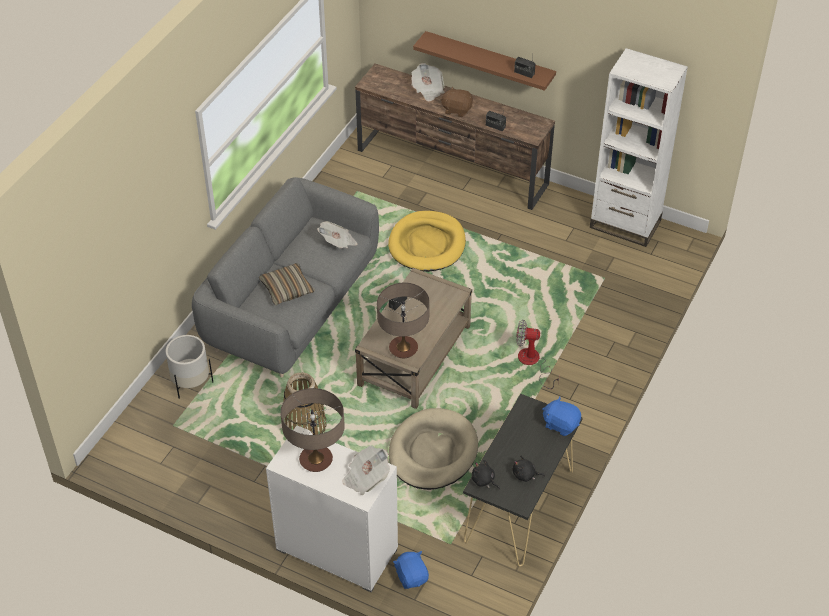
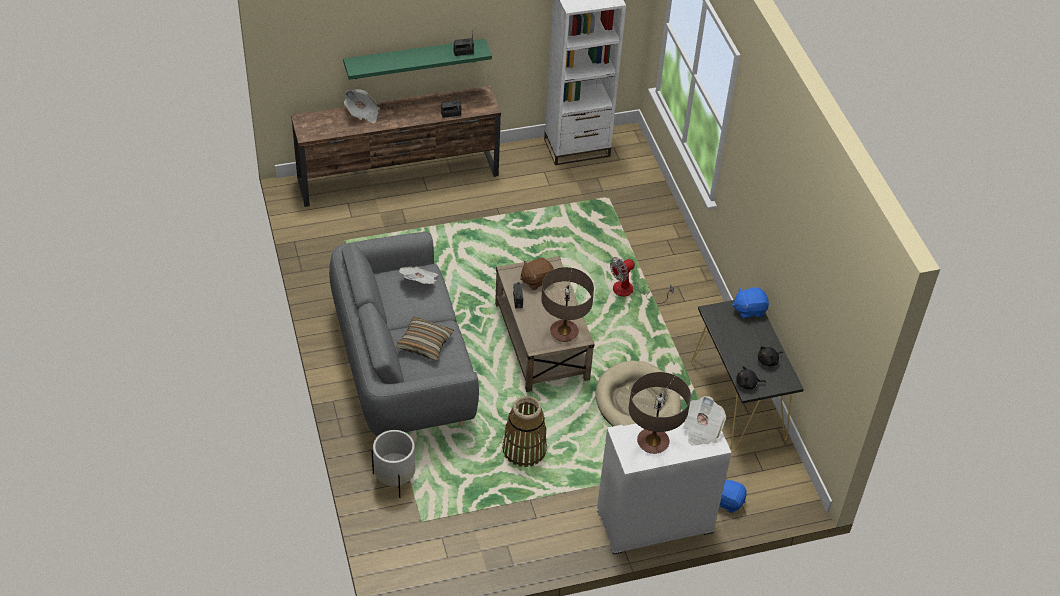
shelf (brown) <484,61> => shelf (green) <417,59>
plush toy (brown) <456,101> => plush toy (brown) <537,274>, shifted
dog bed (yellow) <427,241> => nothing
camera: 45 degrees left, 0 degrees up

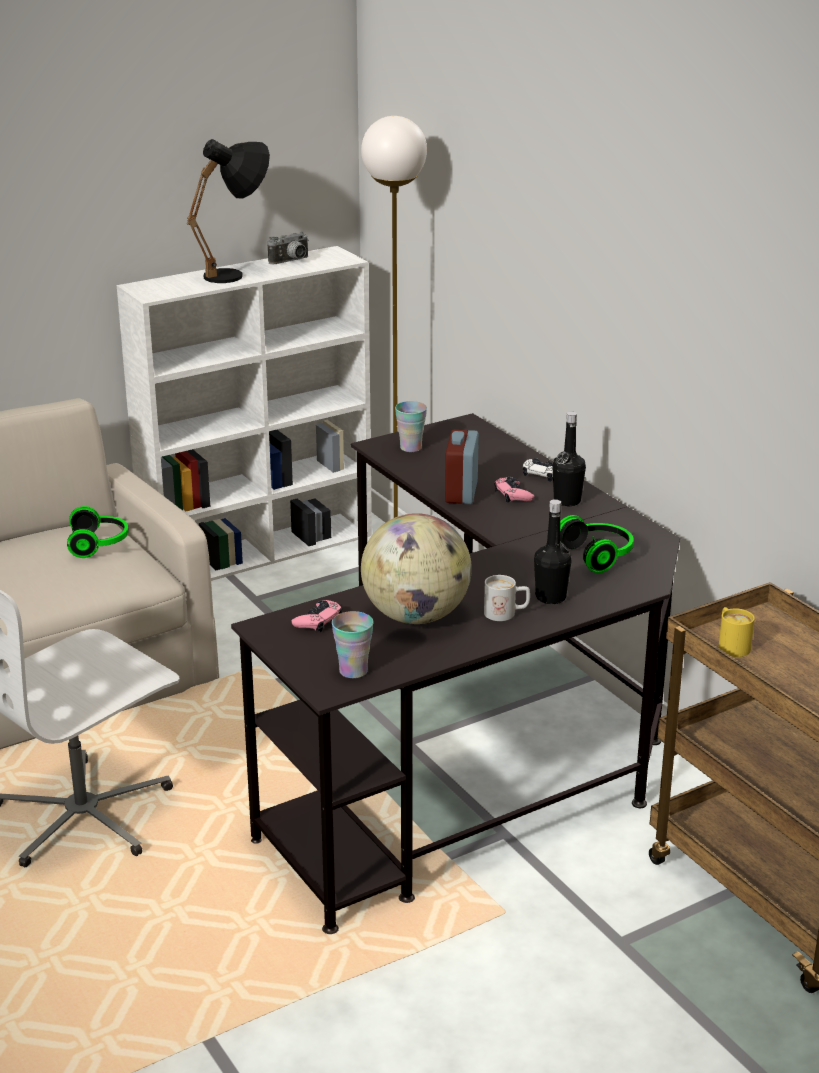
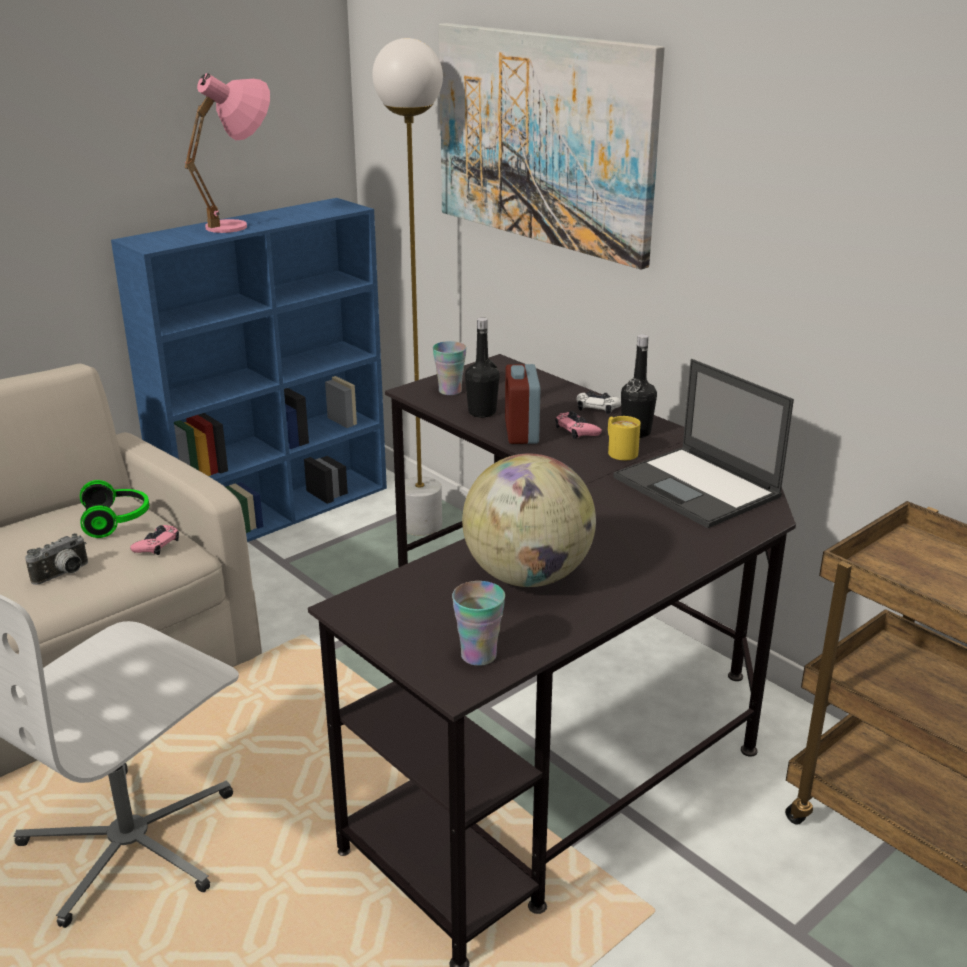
table lamp (black) <228,211> => table lamp (pink) <227,153>
photo camera <288,248> => photo camera <56,559>, shifted
bookcase (white) <244,413> => bookcase (blue) <249,370>
bottle (black) <553,551> => bottle (black) <482,367>, shifted
headphones <597,544> => laptop <704,443>
mug (white) <507,598> => nothing
game controller (pink) <317,616> => game controller (pink) <154,540>, shifted
mug (yellow) <737,632> => mug (yellow) <624,438>, shifted
nothing => picture <552,146>
camera: 10 degrees left, 0 degrees up

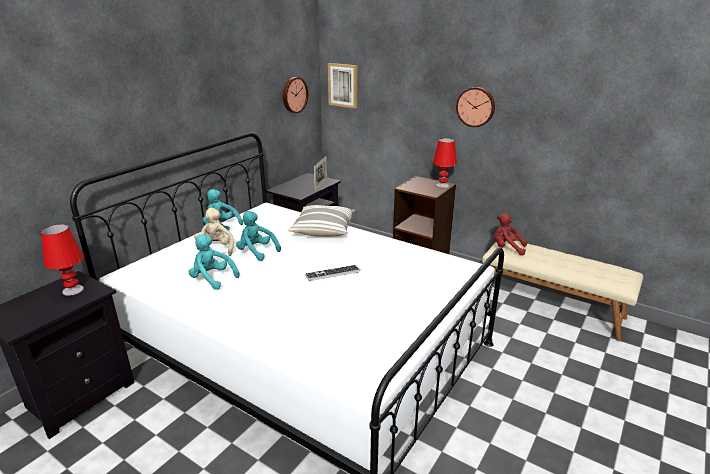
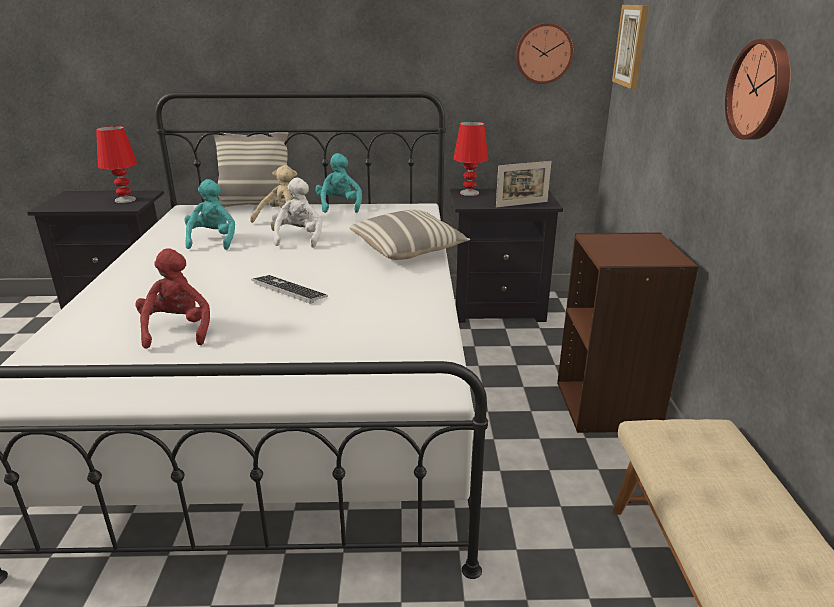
table lamp (red) <445,163> => table lamp (red) <470,158>, shifted
plush toy (turquoise) <258,236> => plush toy (white) <297,212>
plush toy (red) <510,234> => plush toy (red) <172,298>, shifted
nothing => pillow <251,170>
camera: 55 degrees right, 0 degrees up

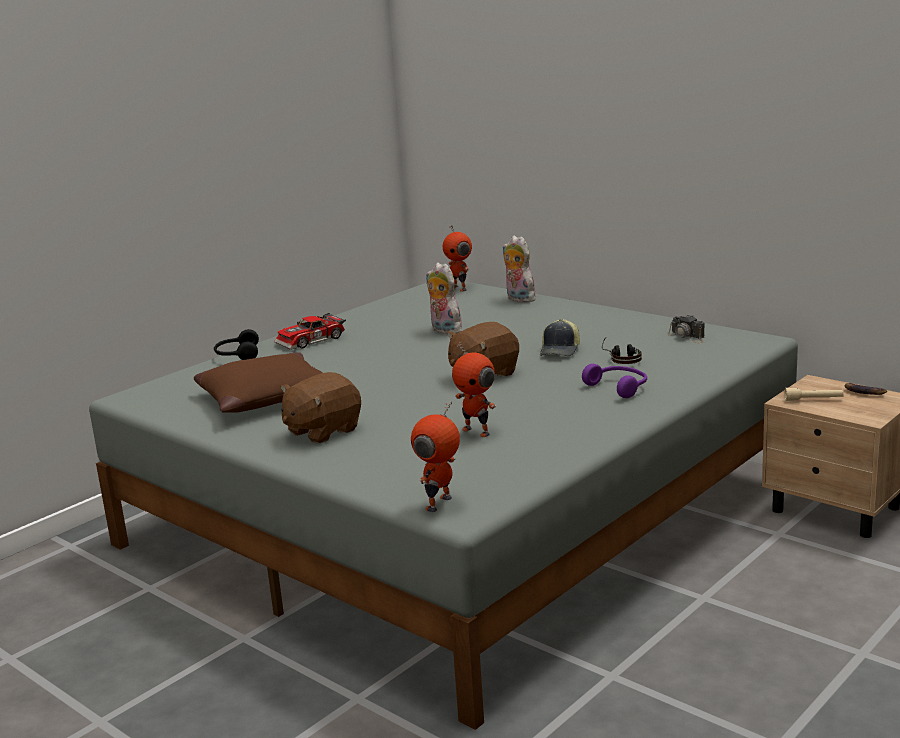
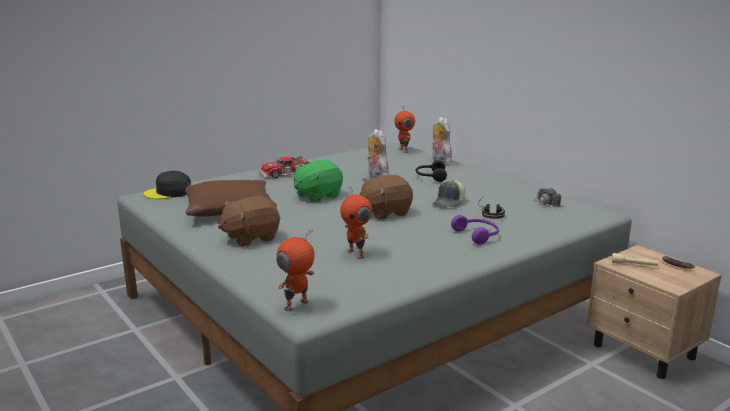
headphones (black) <236,344> => headphones (black) <431,171>, shifted
nothing => plush toy (green) <318,181>
nothing => cap (black) <167,185>
camera: 10 degrees right, 0 degrees up

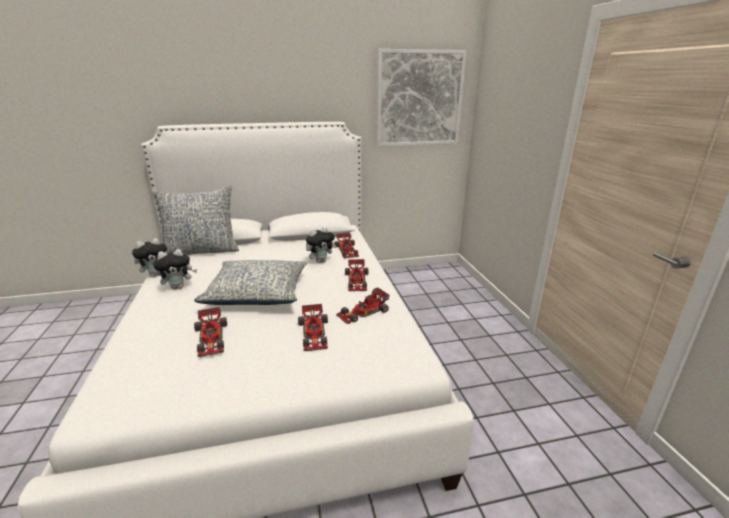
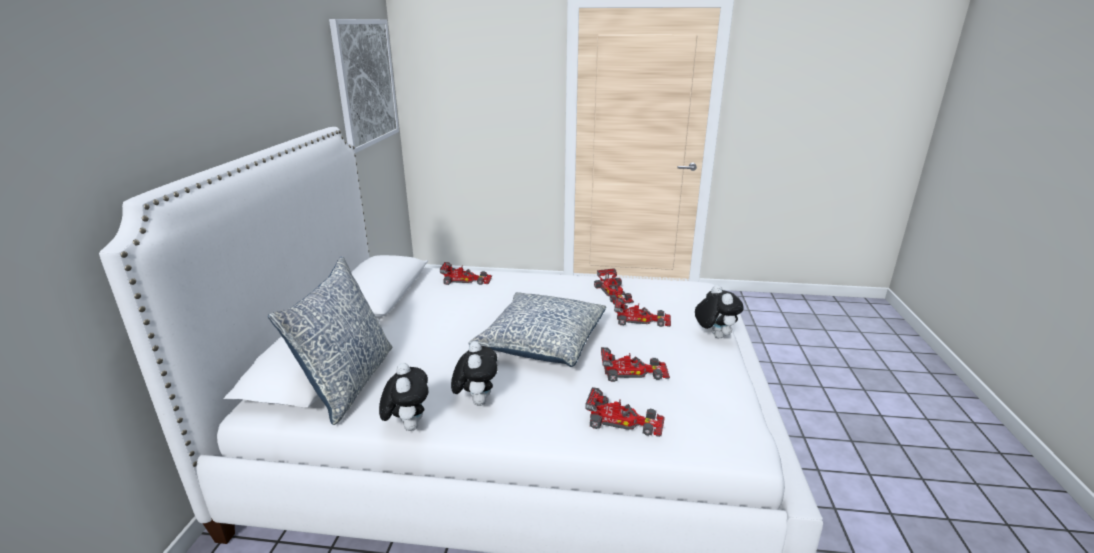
plush toy <321,245> => plush toy <719,311>, shifted
toy car <356,275> => toy car <625,412>, shifted
camera: 70 degrees left, 0 degrees up

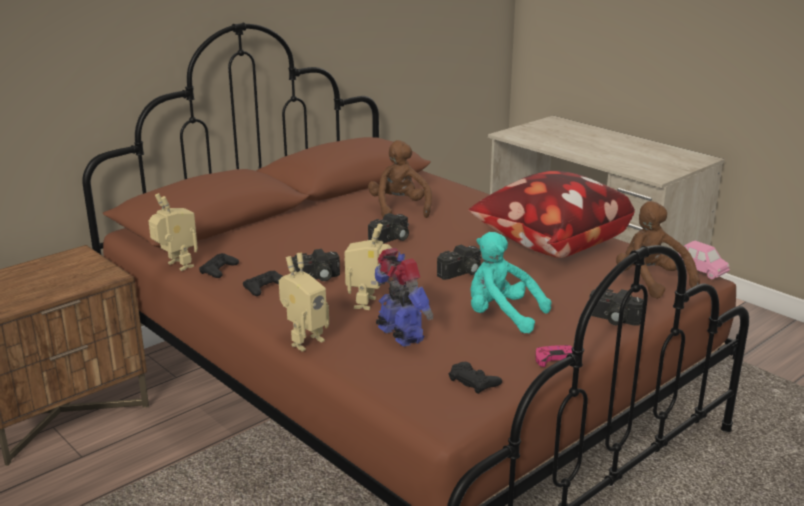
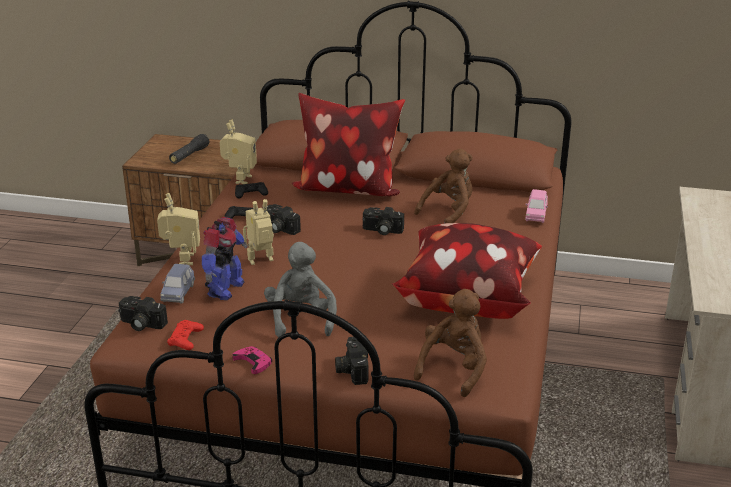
plush toy (turquoise) <511,282> => plush toy (grey) <300,289>
toy car (pink) <704,259> => toy car (pink) <536,206>, shifted
photo camera <459,262> => photo camera <143,313>, shifted
toy robot <304,302> => toy robot <178,229>, 105 degrees counterclockwise
game controller (black) <475,378> => game controller (red) <185,335>
nothing => pillow <348,144>
nothing => flashlight (black) <189,149>
nothing => toy car (blue) <177,283>
camera: 55 degrees right, 5 degrees up

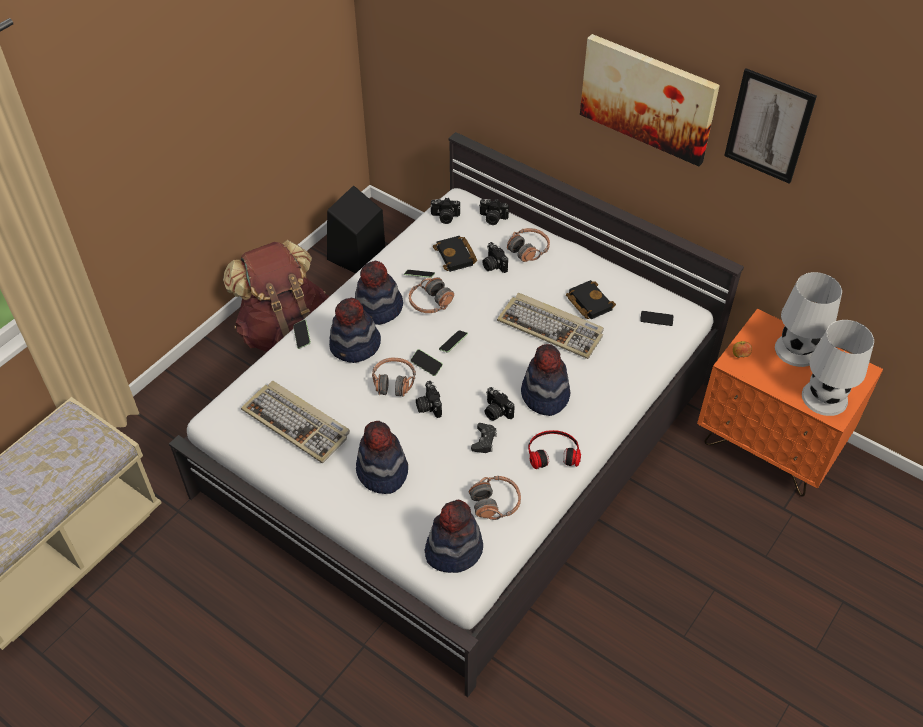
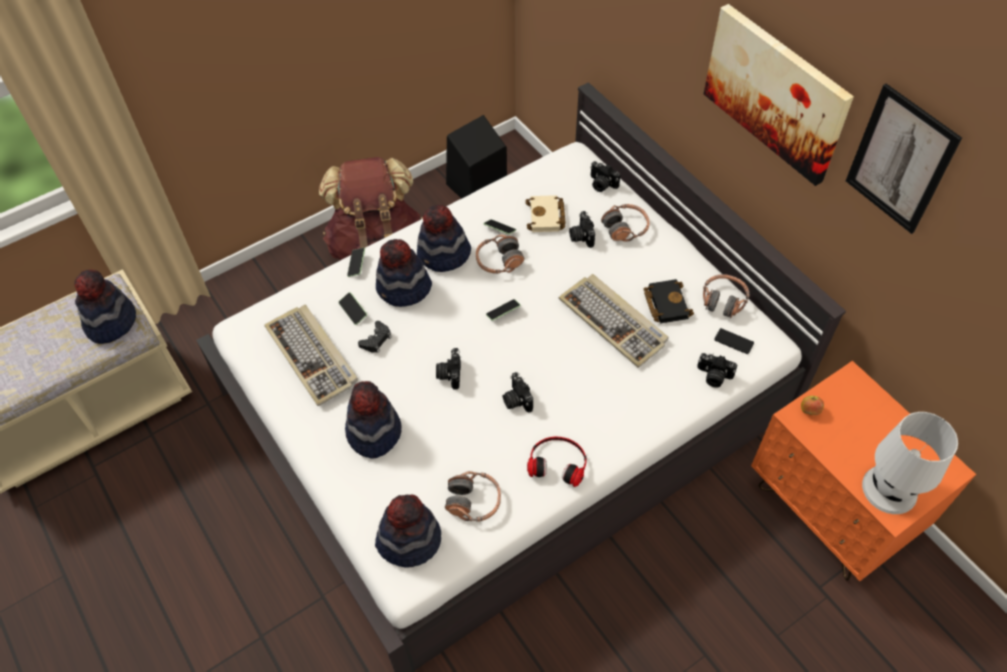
photo camera <445,211> => photo camera <717,370>, shifted
book (black) <455,254> => book (beige) <545,213>
table lamp (white) <808,319> => nothing
hat <545,380> => hat <105,306>, shifted
phone <426,362> => phone <353,308>, shifted
headphones <394,377> => headphones <726,296>, shifted
game controller (black) <484,438> => game controller (black) <375,337>, shifted
camera: 20 degrees right, 5 degrees up

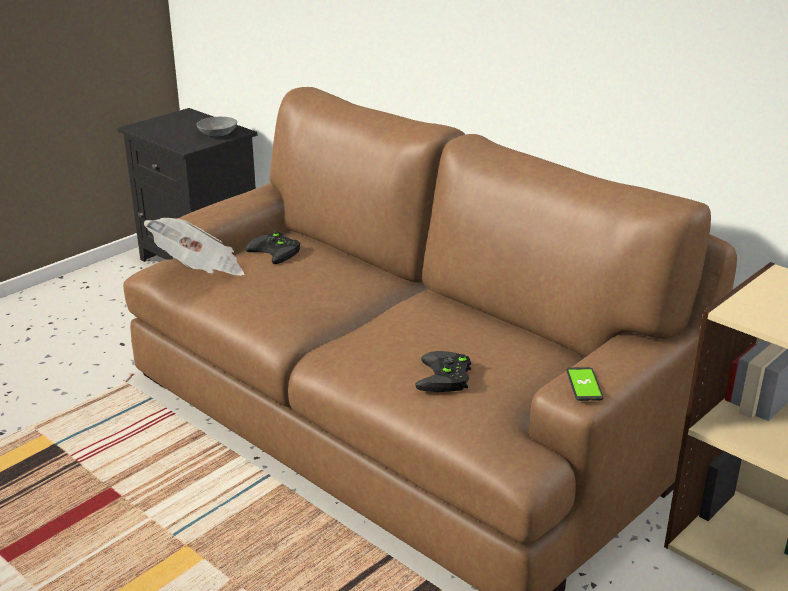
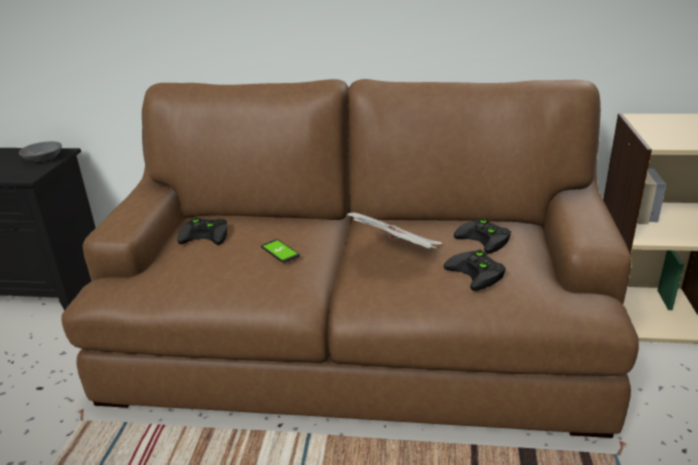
newspaper <194,247> => newspaper <394,230>, shifted
phone <585,384> => phone <280,251>, shifted
nothing => game controller (black) <482,236>
camera: 35 degrees left, 0 degrees up

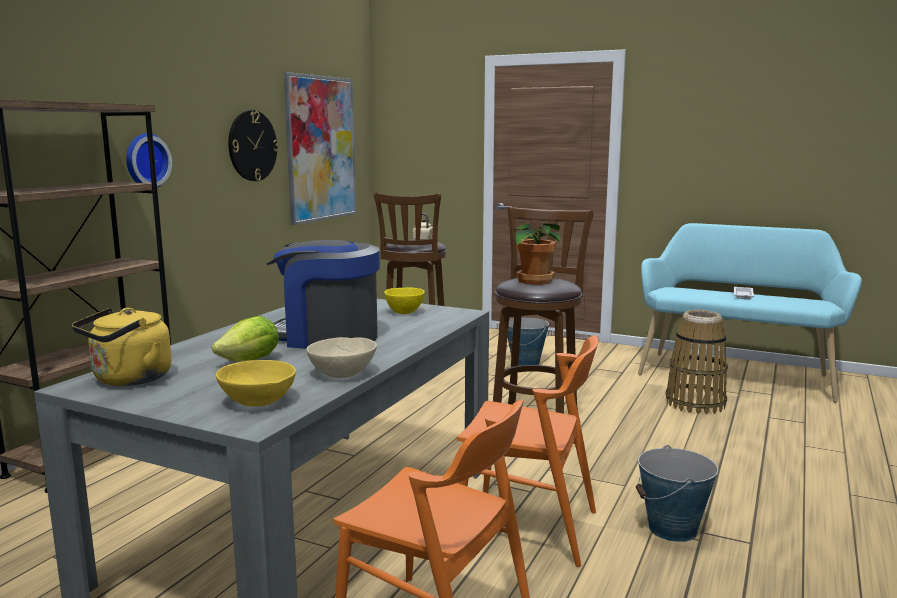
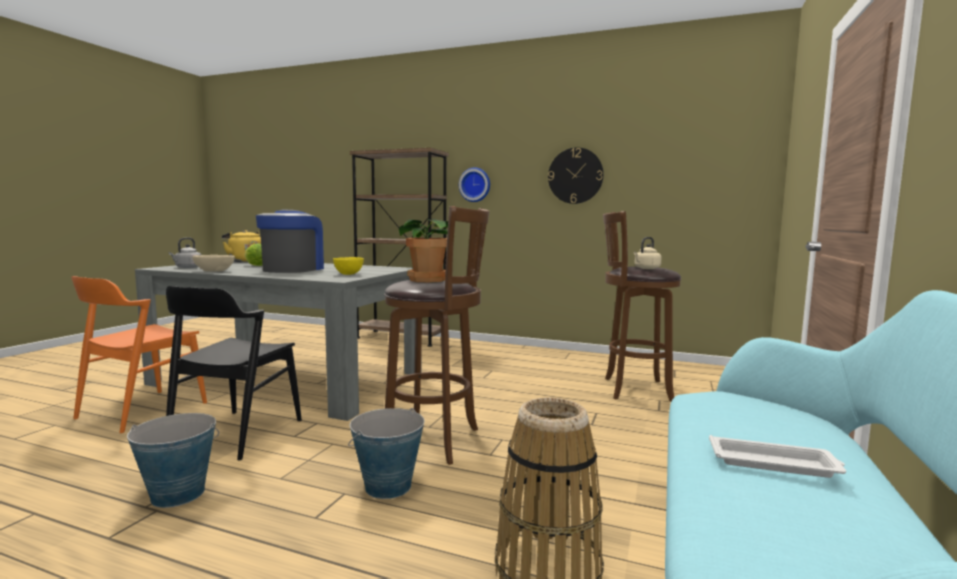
picture <320,148> => nothing
bucket <528,342> => bucket <386,453>, shifted
chair (orange) <528,451> => chair (black) <234,373>
bowl (yellow) <256,383> => kettle (grey) <185,252>
camera: 85 degrees right, 5 degrees down

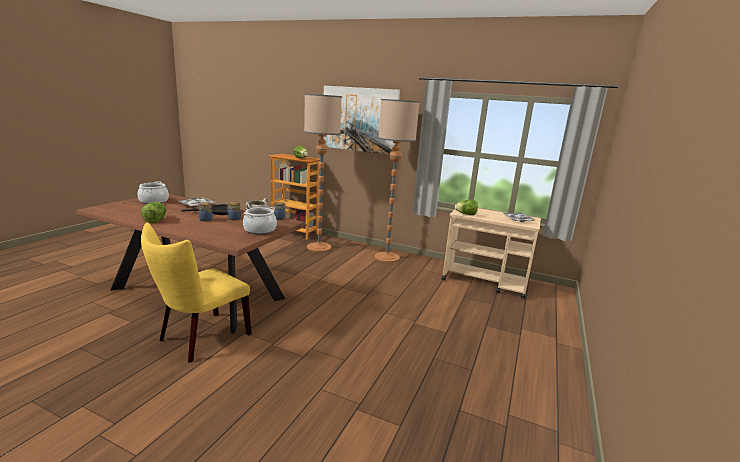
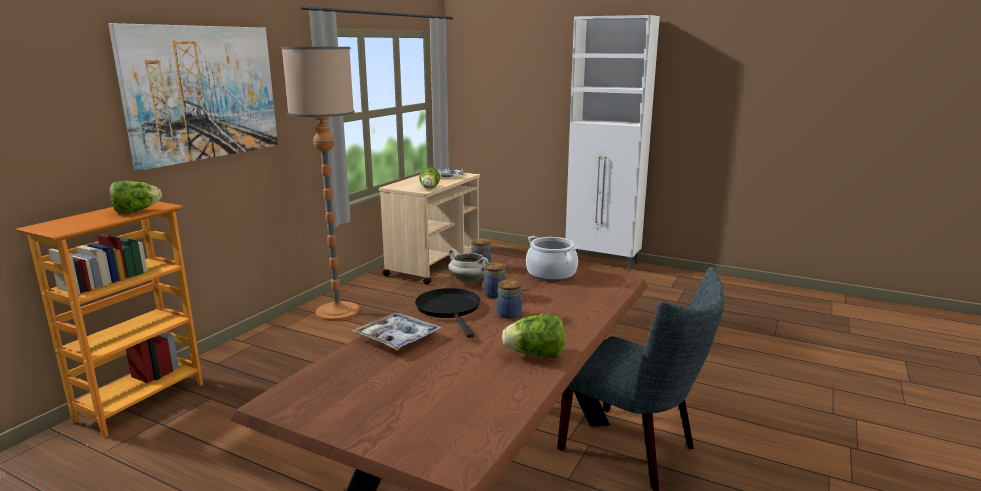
floor lamp <323,173> => nothing
cooking pot <153,192> => nothing
chair (yellow) <196,292> => chair (grey) <640,379>
nothing => cabinet (white) <612,143>
camera: 85 degrees left, 0 degrees up

